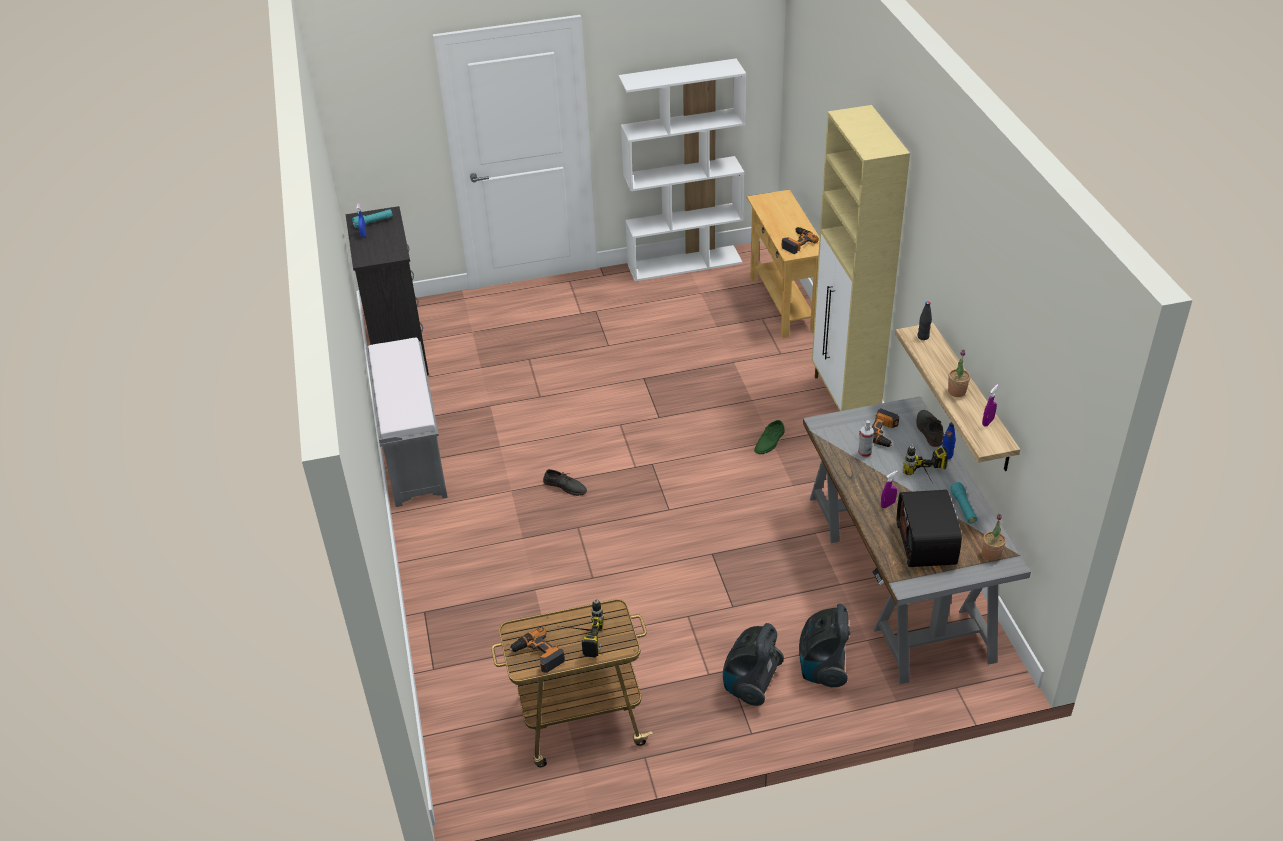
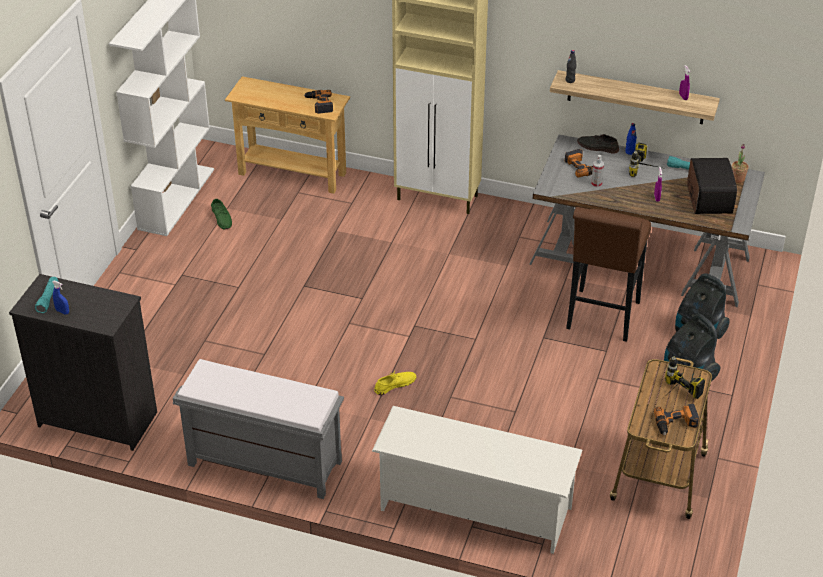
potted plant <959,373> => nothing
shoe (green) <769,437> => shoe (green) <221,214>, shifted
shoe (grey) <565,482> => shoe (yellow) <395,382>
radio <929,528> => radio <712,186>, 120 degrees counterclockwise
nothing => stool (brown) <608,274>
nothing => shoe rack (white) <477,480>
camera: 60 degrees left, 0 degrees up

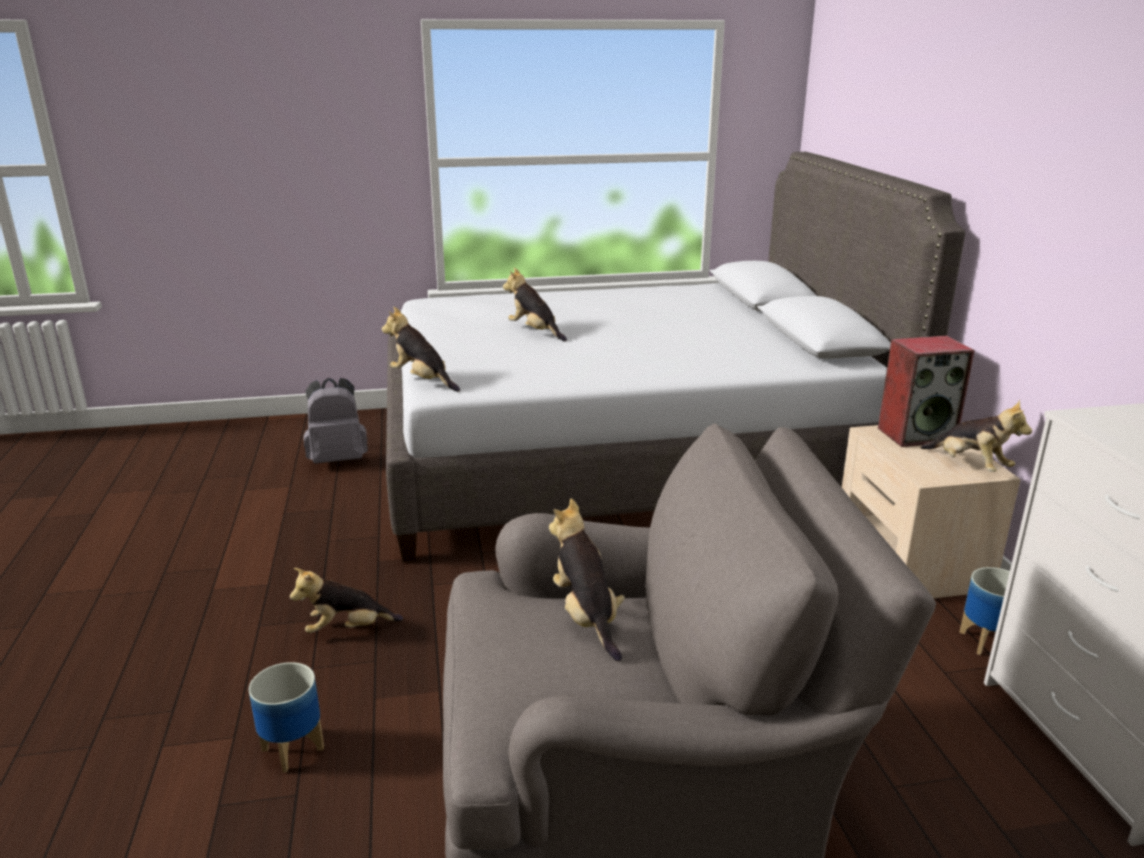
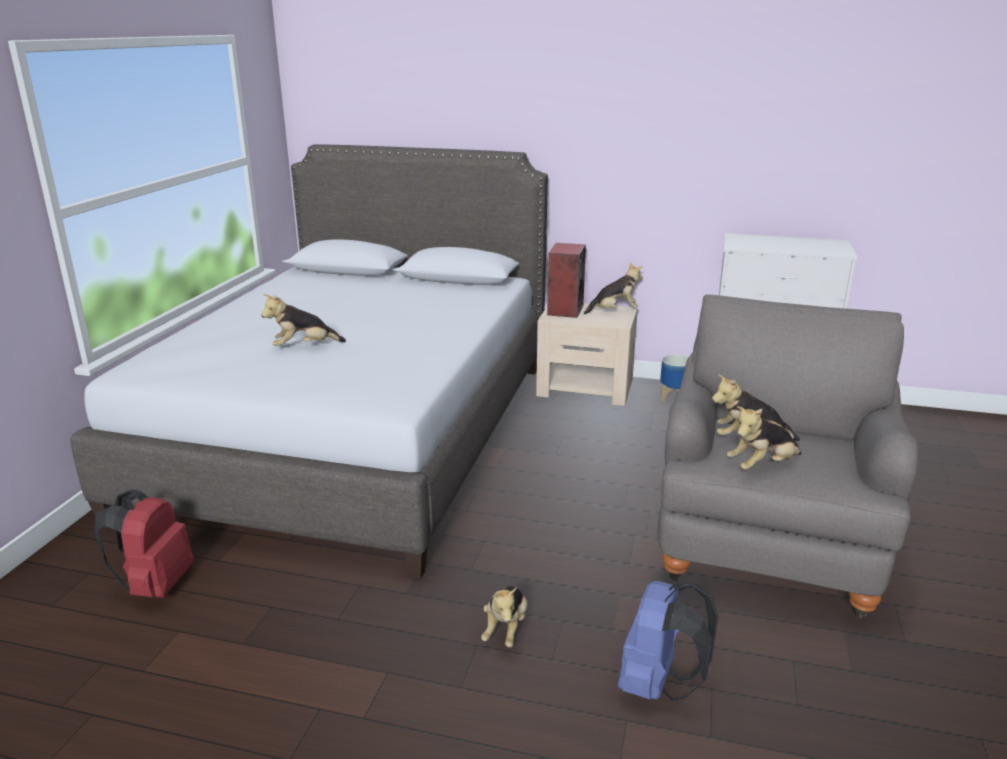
plush toy <421,349> => plush toy <764,438>, shifted
backpack (grey) <336,421> => backpack (red) <144,544>
planter <286,717> => backpack (blue) <668,641>
camera: 65 degrees left, 0 degrees up

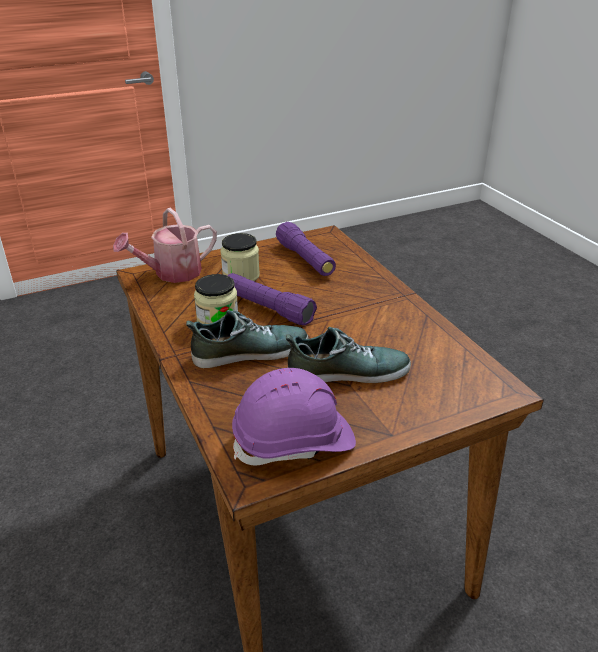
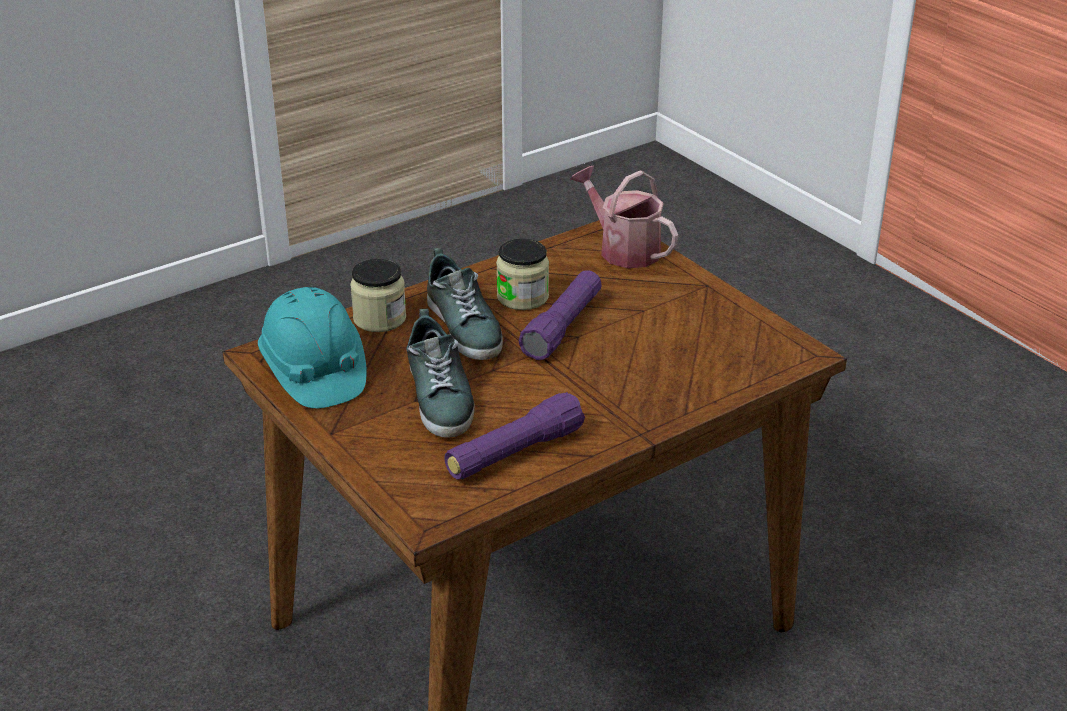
flashlight (purple) <306,249> => flashlight (purple) <514,435>, shifted
jar <240,257> => jar <378,295>, shifted
hard hat (purple) <294,417> => hard hat (turquoise) <312,348>
camera: 80 degrees right, 0 degrees up

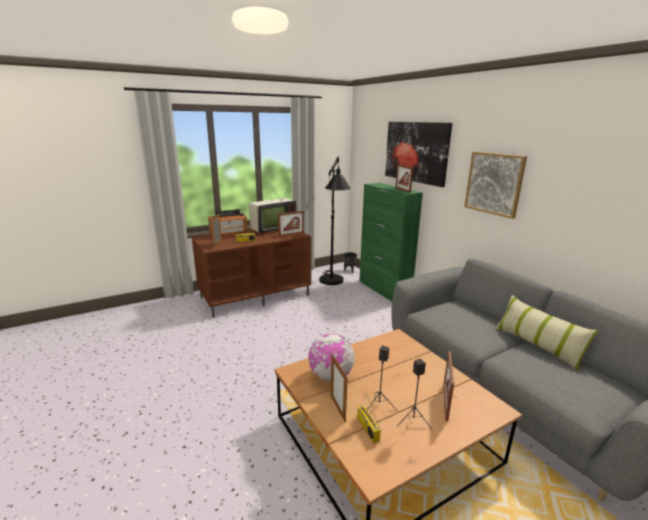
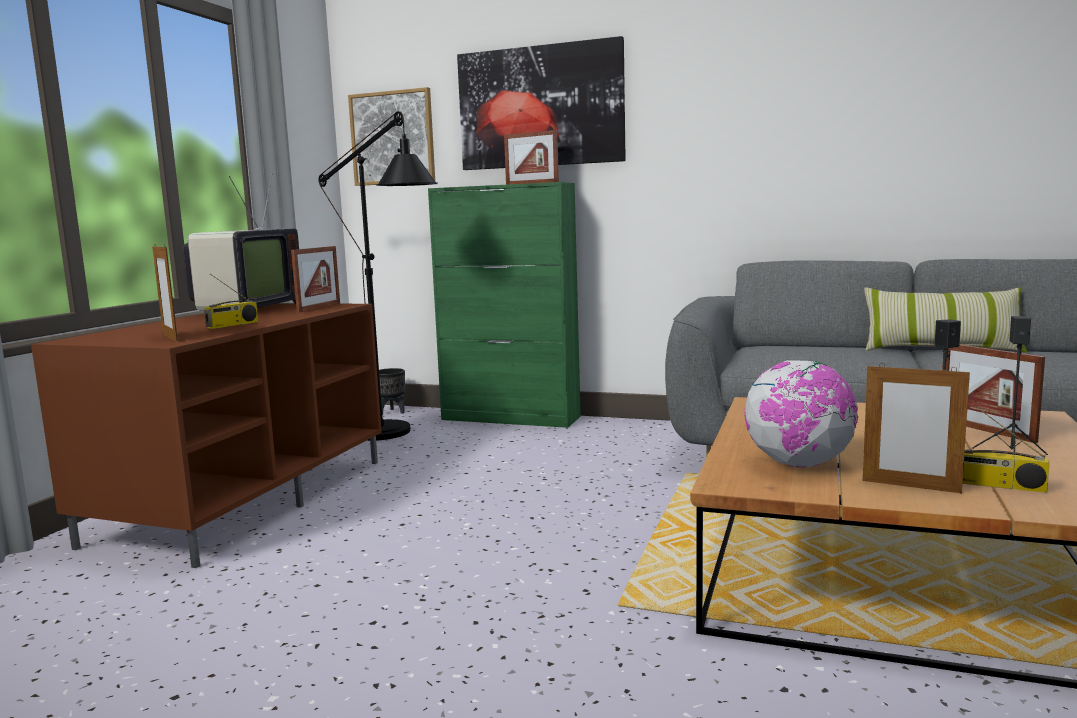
picture <495,185> => picture <391,136>, shifted
radio <228,224> => nothing
camera: 40 degrees left, 10 degrees down

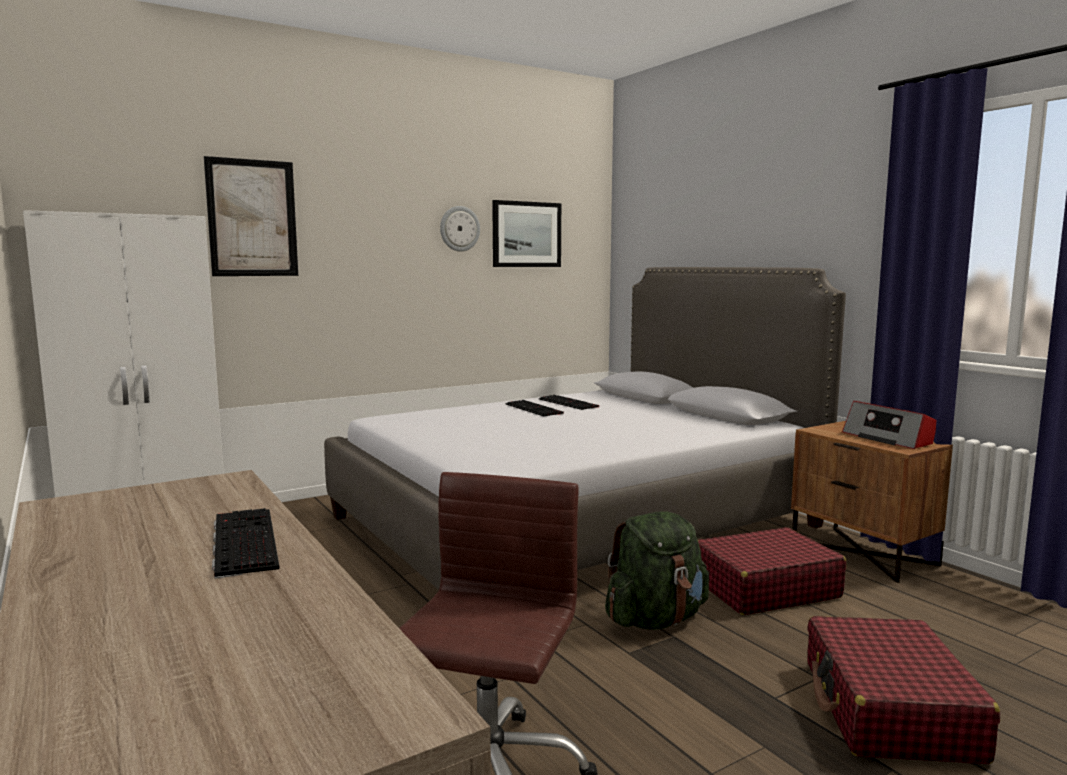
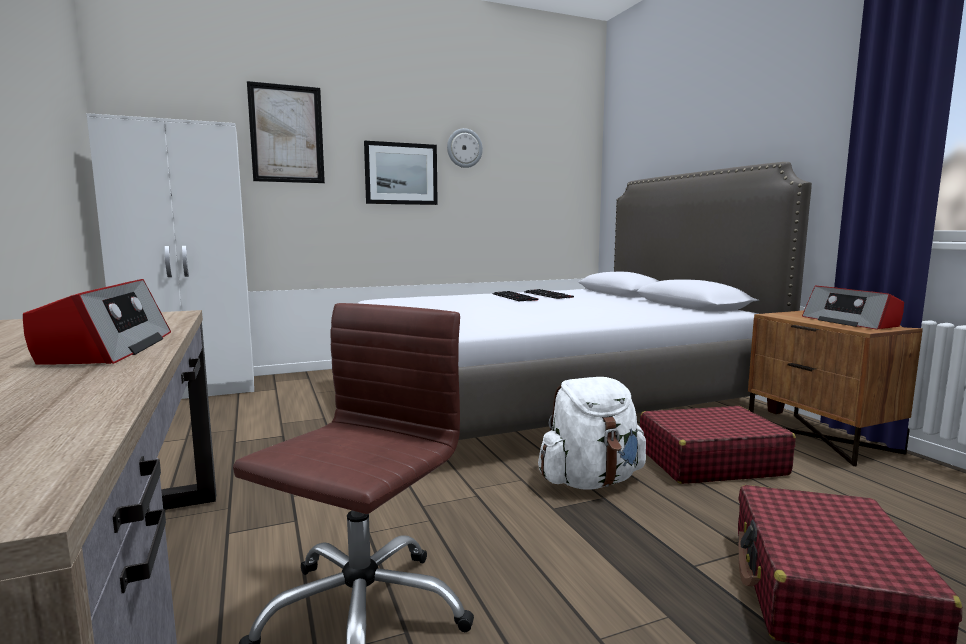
picture <526,233> => picture <401,173>, shifted
keyboard <245,543> => radio <97,322>
backpack (green) <657,570> => backpack (white) <592,433>
camera: 10 degrees right, 0 degrees up

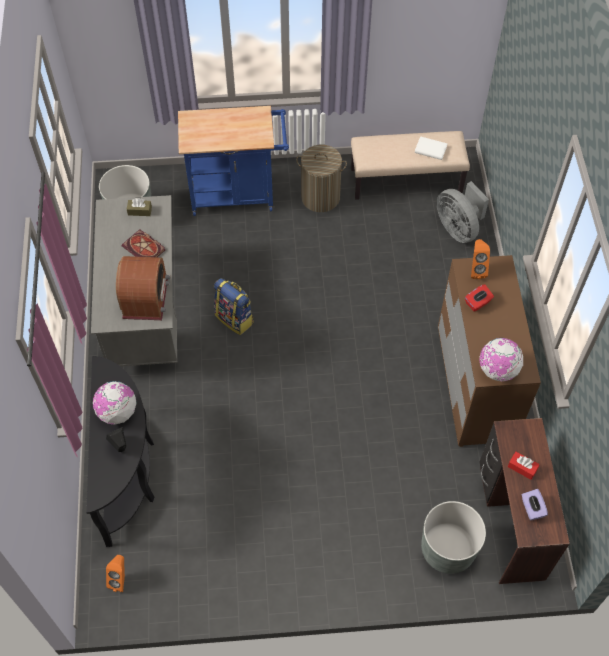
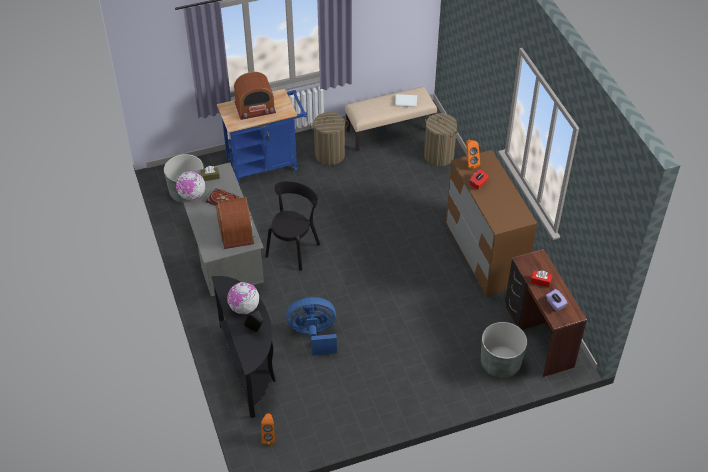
fan (grey) <463,212> => laundry basket <441,140>
backpack <233,306> => chair (black) <292,226>
globe <501,359> => globe <190,185>, shifted
nothing => radio <255,96>
nothing => fan (blue) <311,326>
camera: 15 degrees left, 10 degrees down

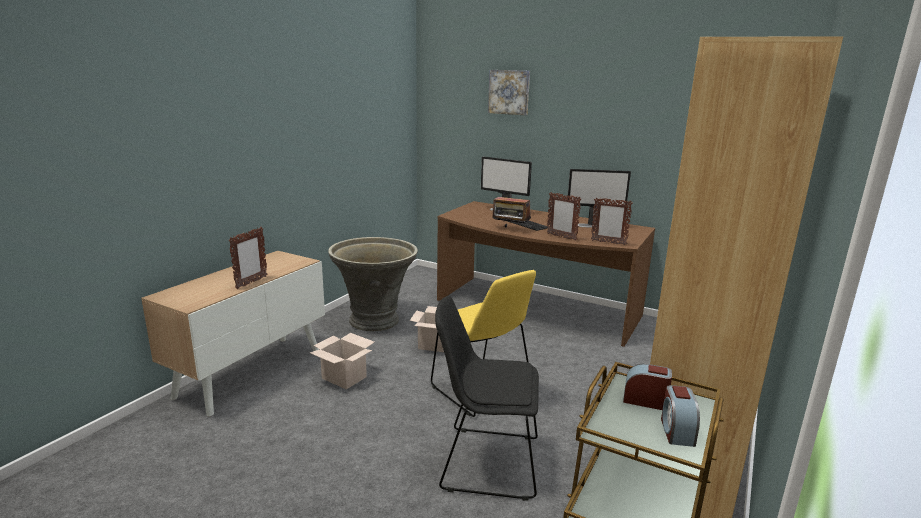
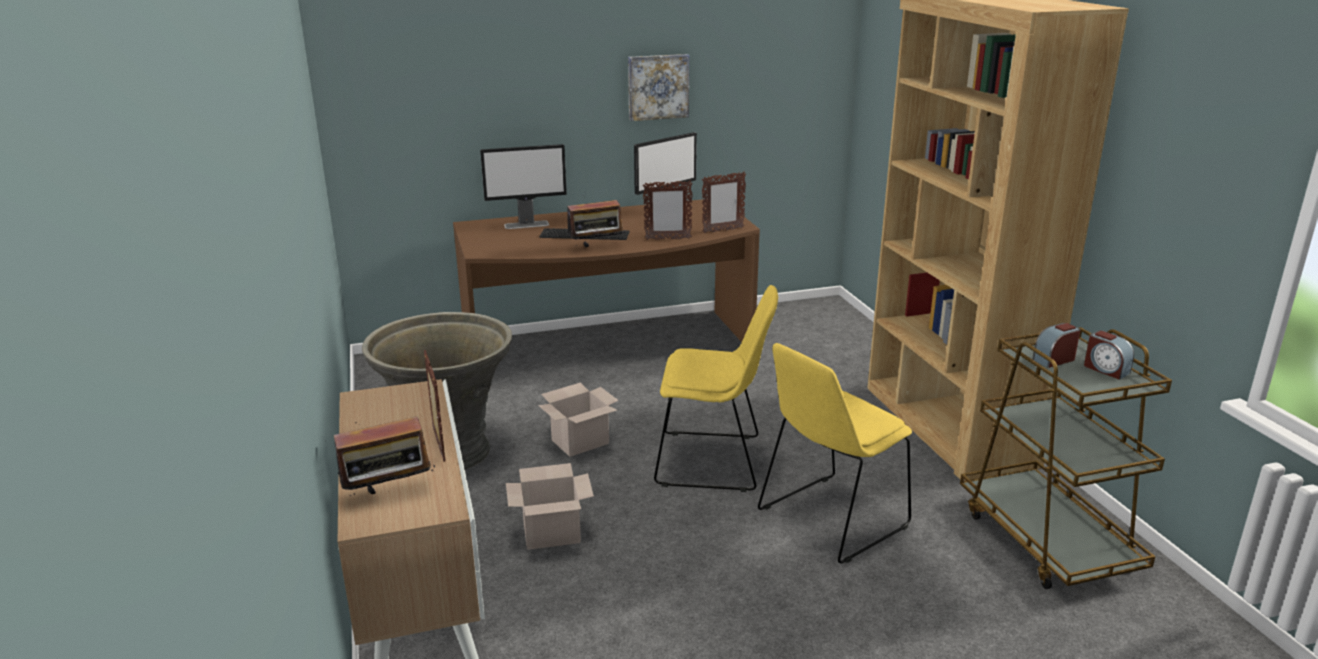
picture <509,92> => picture <658,87>, shifted
chair (black) <487,398> => chair (yellow) <835,453>
nothing => radio <385,454>
camera: 45 degrees left, 5 degrees up

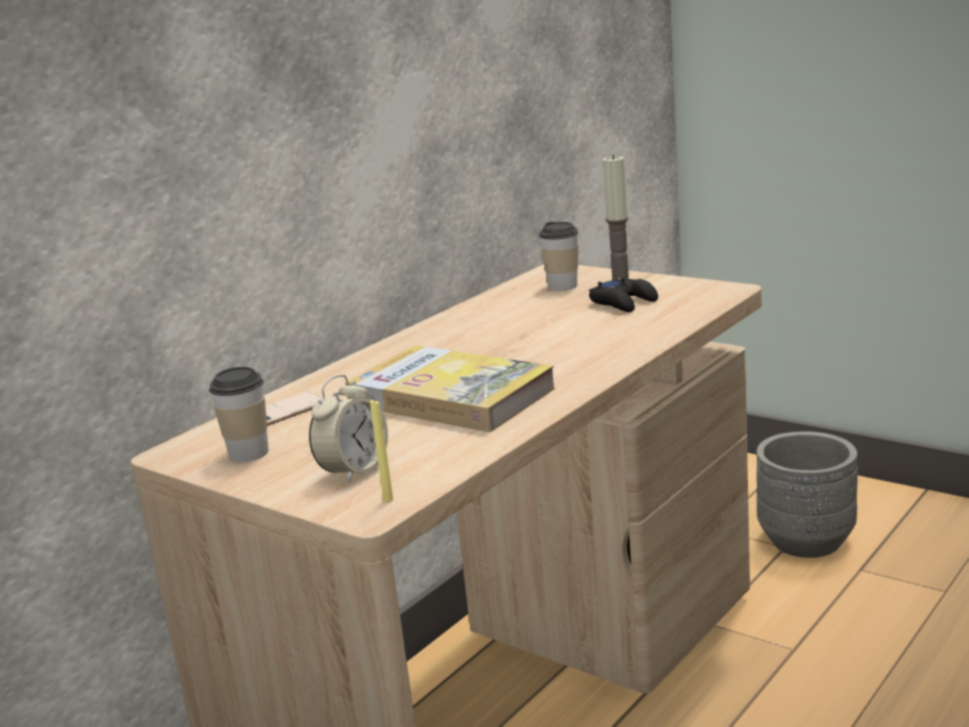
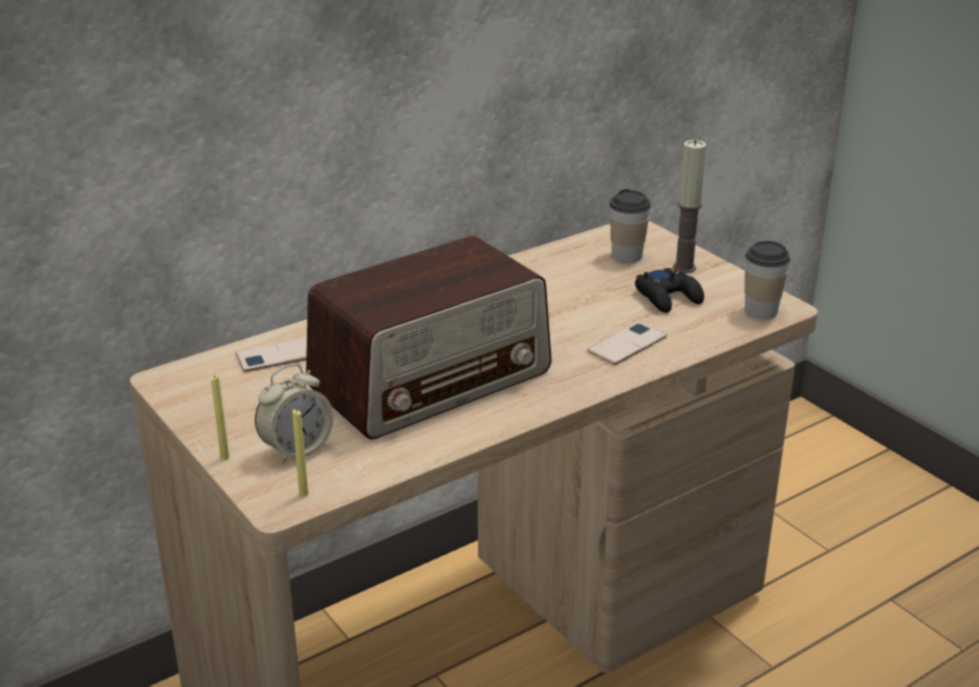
book <450,388> => radio <429,337>
cup <239,414> => cup <767,280>, shifted
planter (grey) <807,494> => nothing
nothing => phone <627,343>
nothing => candle (yellow) <220,417>
camera: 15 degrees right, 10 degrees up

